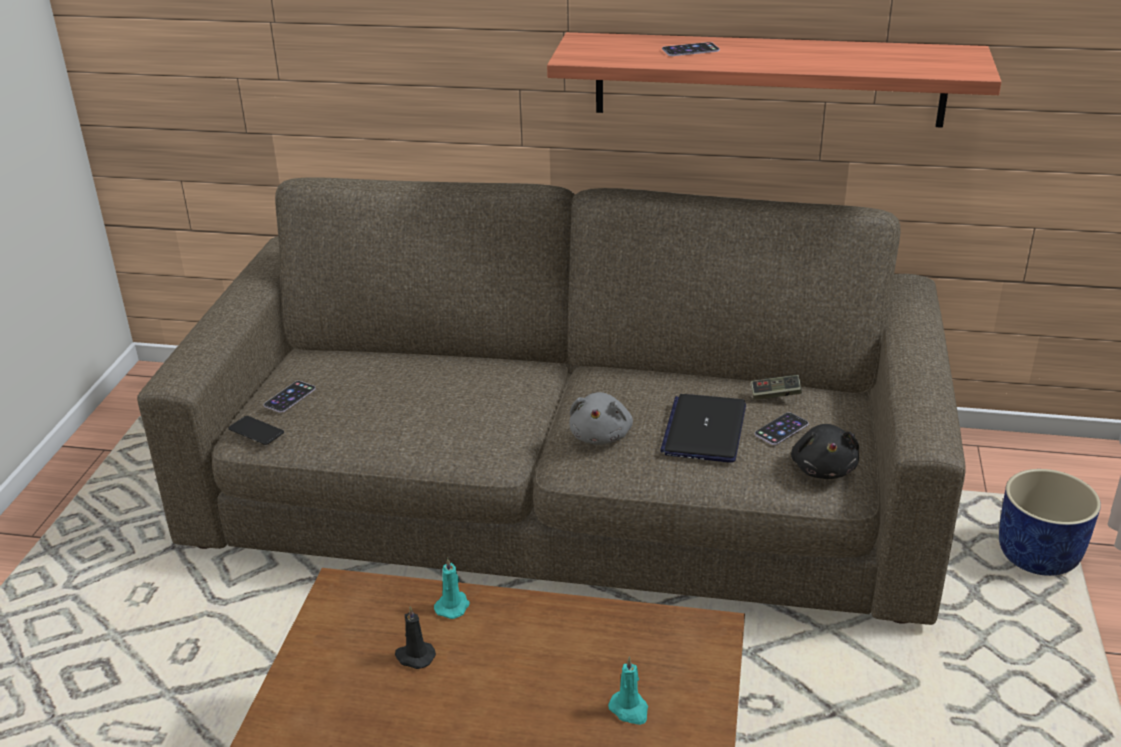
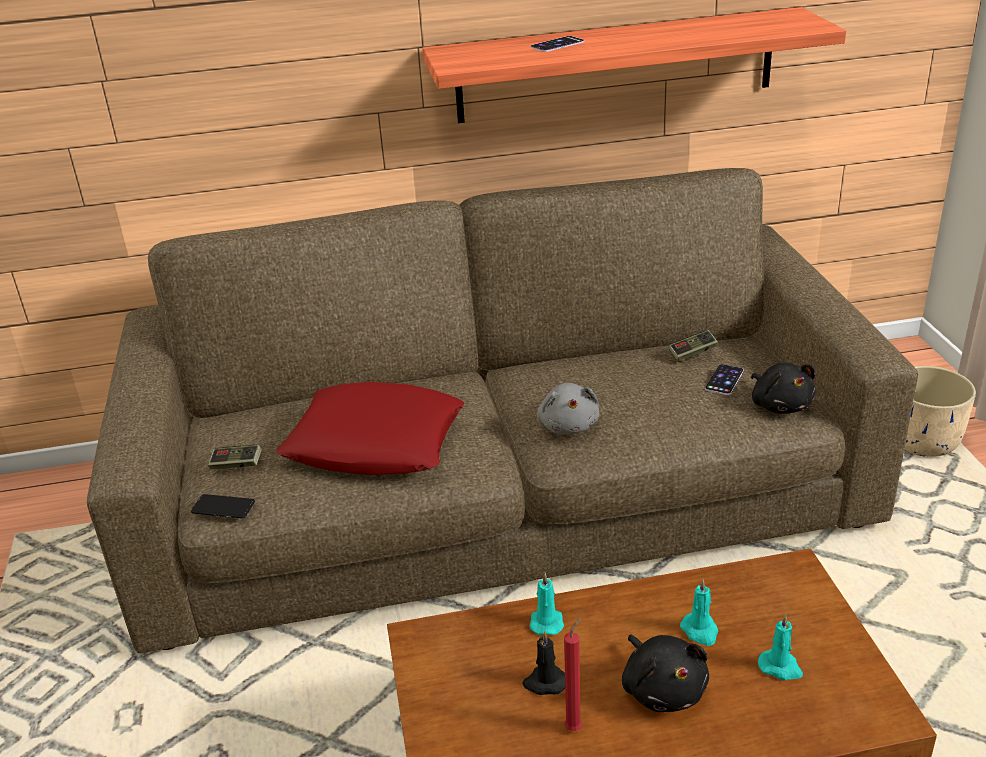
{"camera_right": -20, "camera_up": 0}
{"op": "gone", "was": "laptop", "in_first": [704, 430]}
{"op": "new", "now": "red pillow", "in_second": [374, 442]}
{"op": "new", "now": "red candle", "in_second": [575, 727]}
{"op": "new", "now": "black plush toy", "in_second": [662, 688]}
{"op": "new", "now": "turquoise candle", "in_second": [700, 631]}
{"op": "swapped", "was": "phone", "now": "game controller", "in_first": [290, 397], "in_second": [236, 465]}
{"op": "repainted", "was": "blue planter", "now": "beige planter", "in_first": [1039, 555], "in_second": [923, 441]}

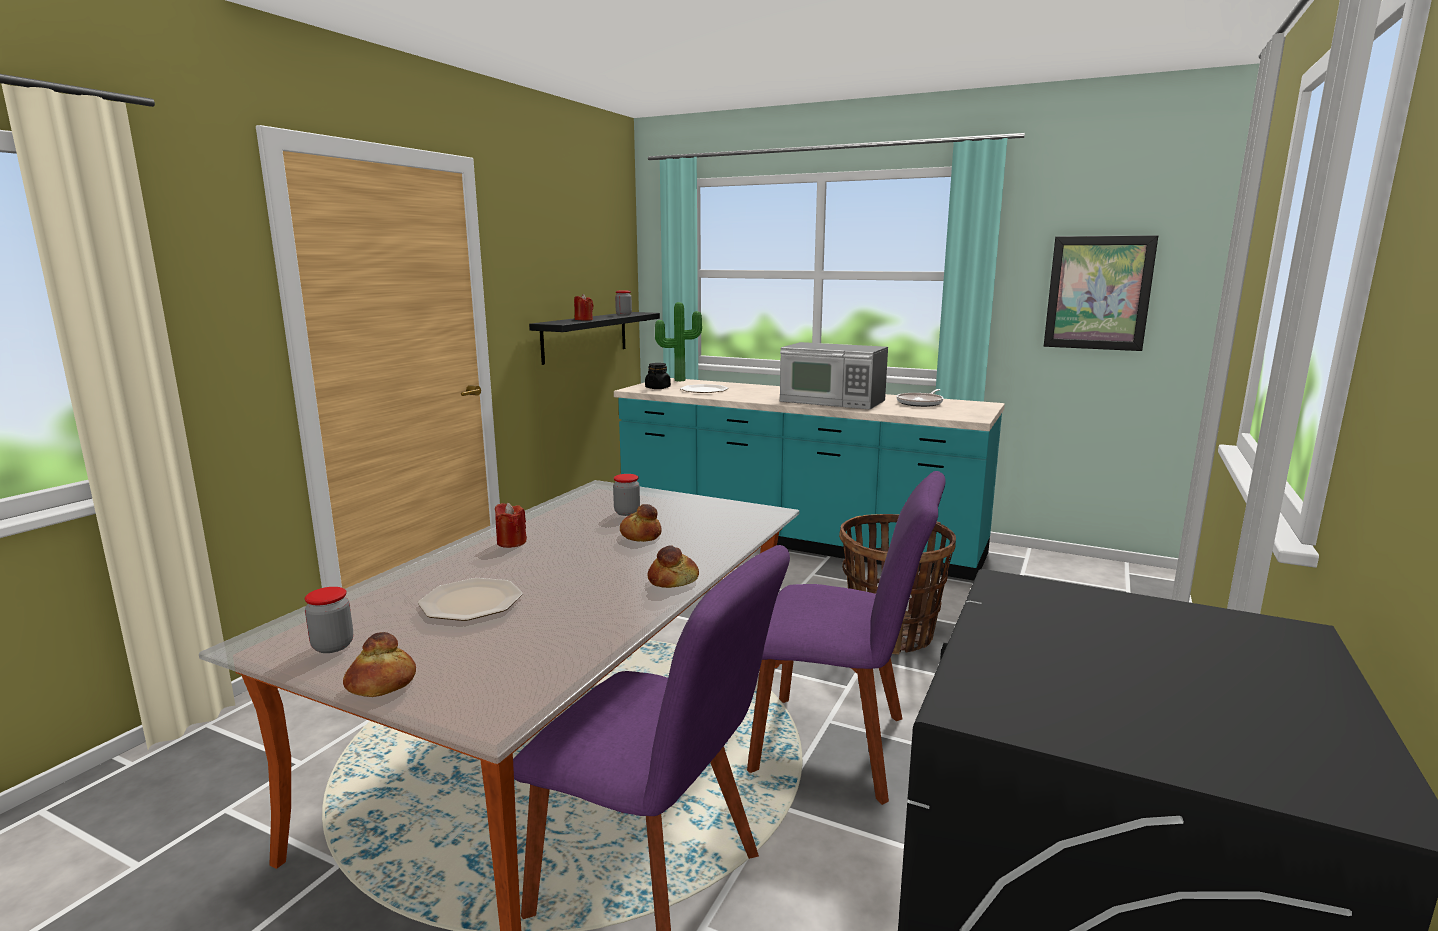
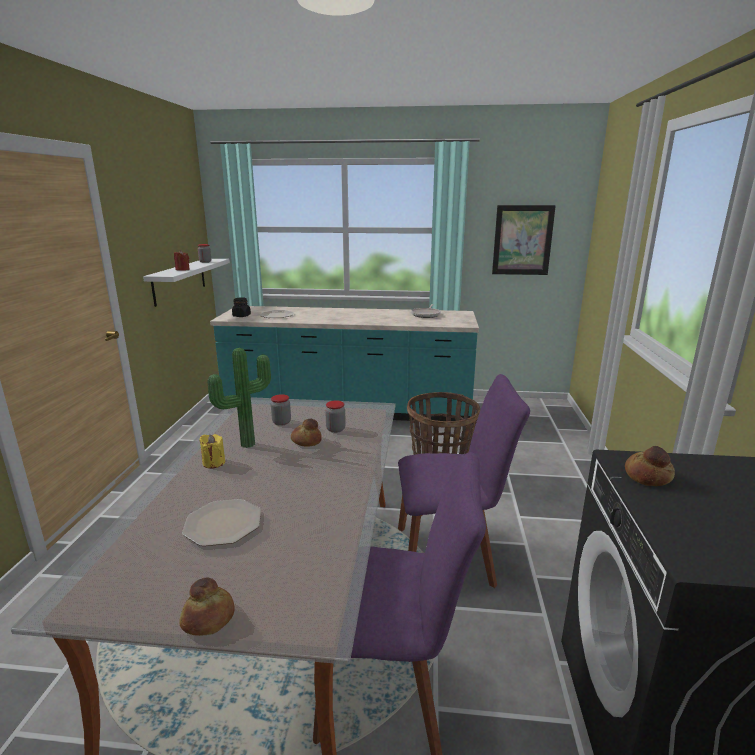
{"camera_right": -20, "camera_up": 5}
{"op": "gone", "was": "microwave", "in_first": [832, 401]}
{"op": "shifted", "was": "jar", "in_first": [333, 646], "in_second": [335, 429]}
{"op": "shifted", "was": "bread", "in_first": [673, 580], "in_second": [648, 476]}
{"op": "shifted", "was": "potted plant", "in_first": [679, 380], "in_second": [246, 443]}
{"op": "repainted", "was": "red candle", "now": "yellow candle", "in_first": [511, 542], "in_second": [214, 463]}
{"op": "repainted", "was": "black shelf", "now": "white shelf", "in_first": [585, 336], "in_second": [179, 281]}

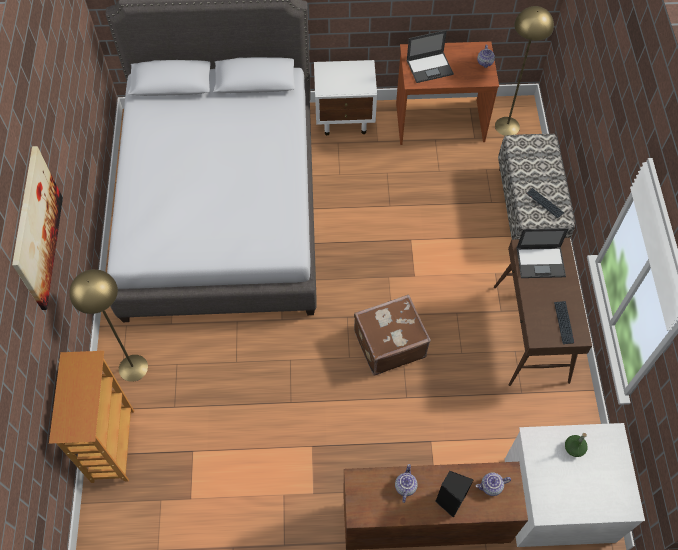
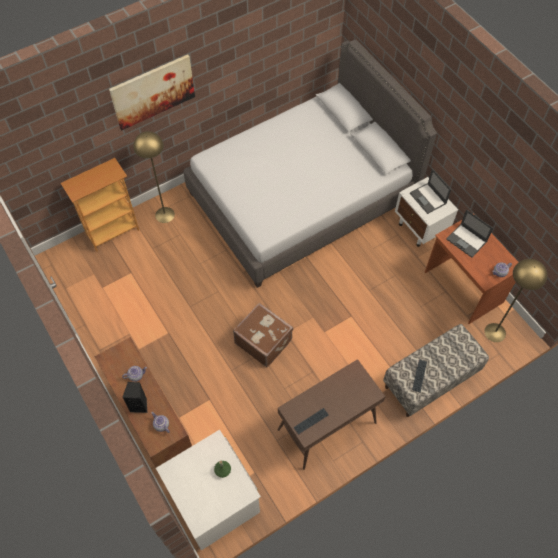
{"camera_right": 60, "camera_up": 0}
{"op": "shifted", "was": "laptop", "in_first": [541, 262], "in_second": [428, 198]}

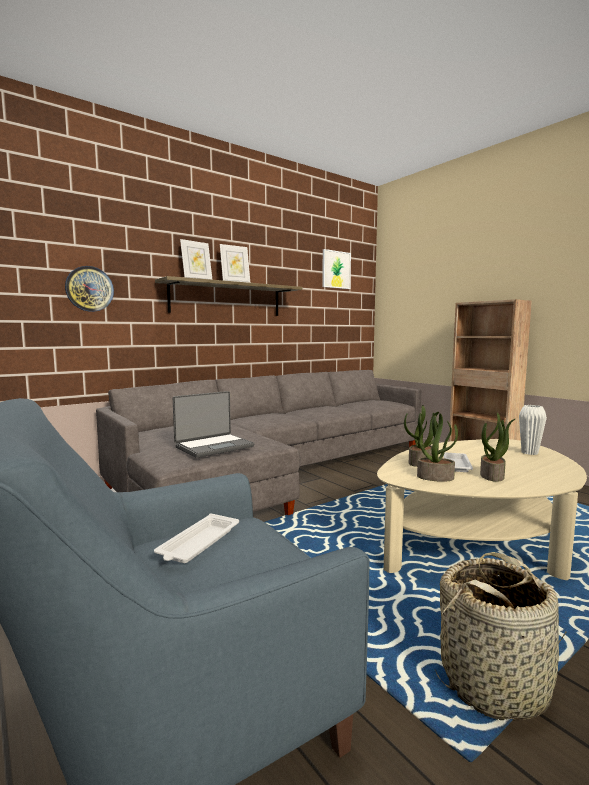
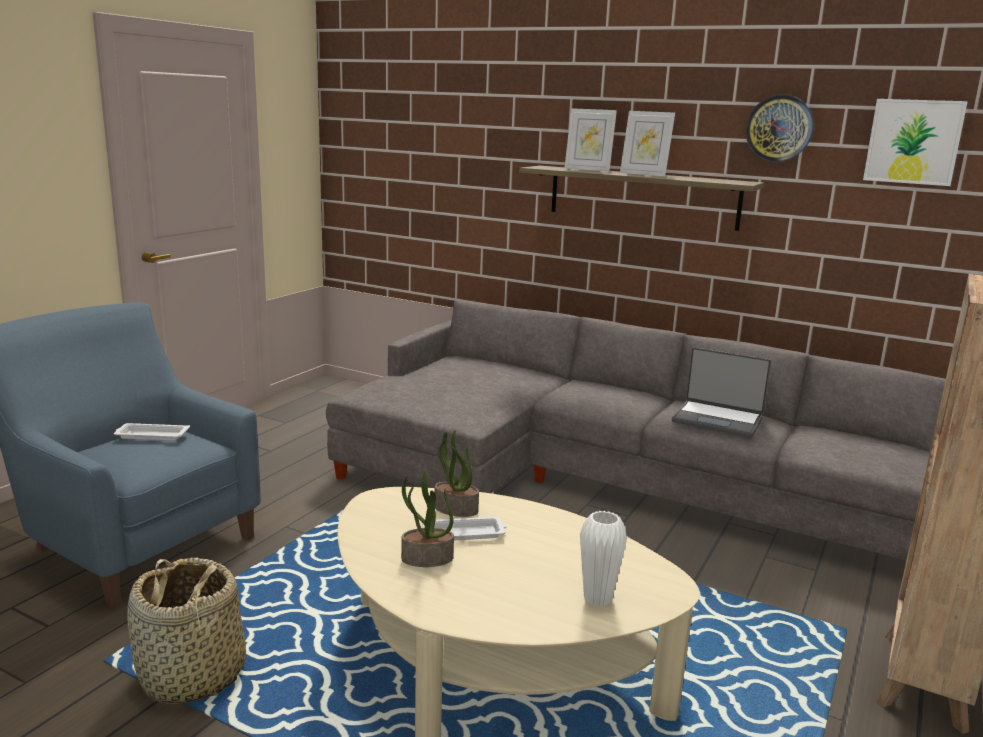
{"camera_right": 65, "camera_up": 10}
{"op": "gone", "was": "potted plant", "in_first": [435, 477]}
{"op": "shifted", "was": "wall clock", "in_first": [89, 289], "in_second": [779, 128]}
{"op": "shifted", "was": "laptop", "in_first": [214, 446], "in_second": [718, 420]}

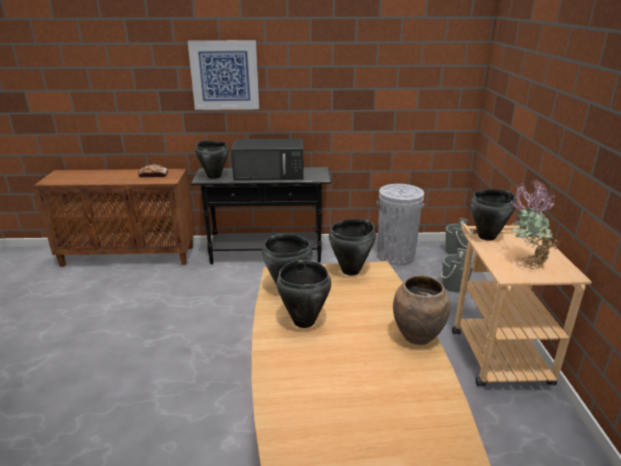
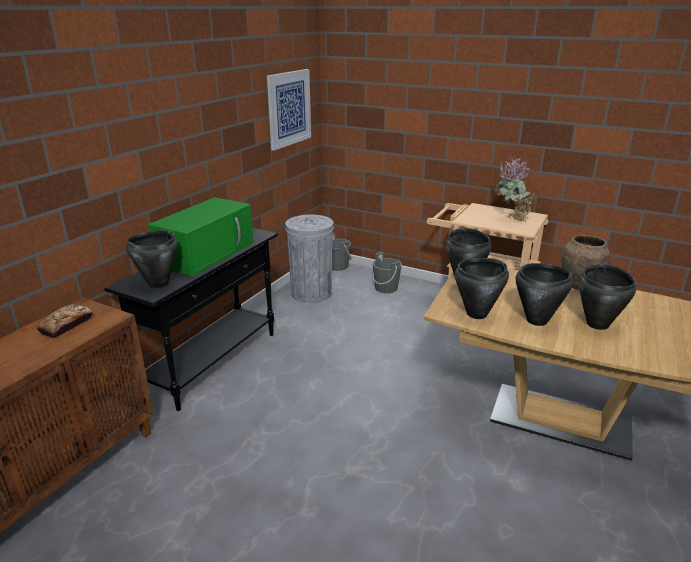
{"camera_right": -60, "camera_up": 0}
{"op": "shifted", "was": "picture", "in_first": [224, 75], "in_second": [289, 108]}
{"op": "shifted", "was": "black cooking pot", "in_first": [487, 237], "in_second": [597, 324]}
{"op": "repainted", "was": "black microwave", "now": "green microwave", "in_first": [270, 174], "in_second": [207, 253]}

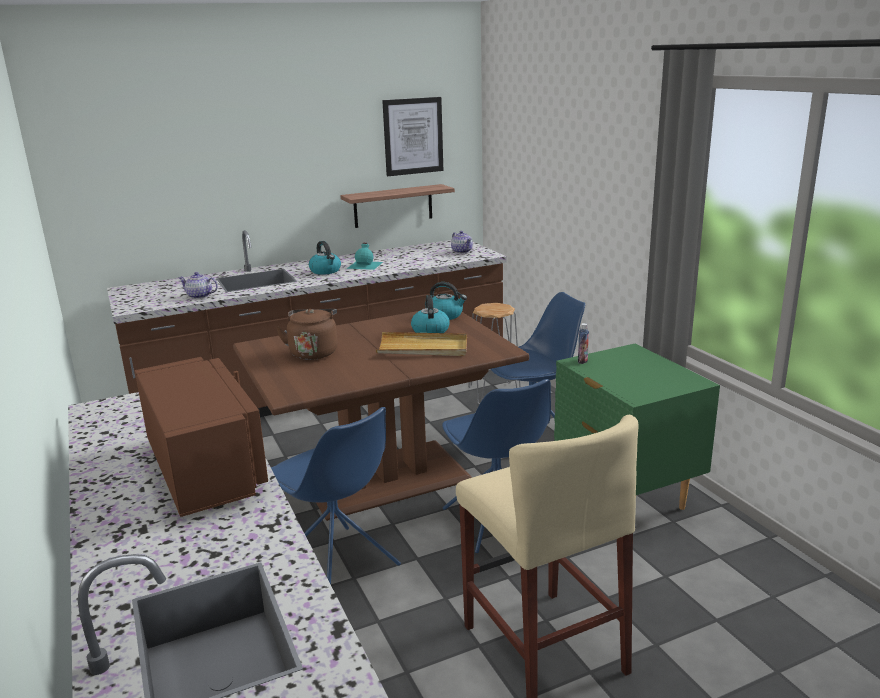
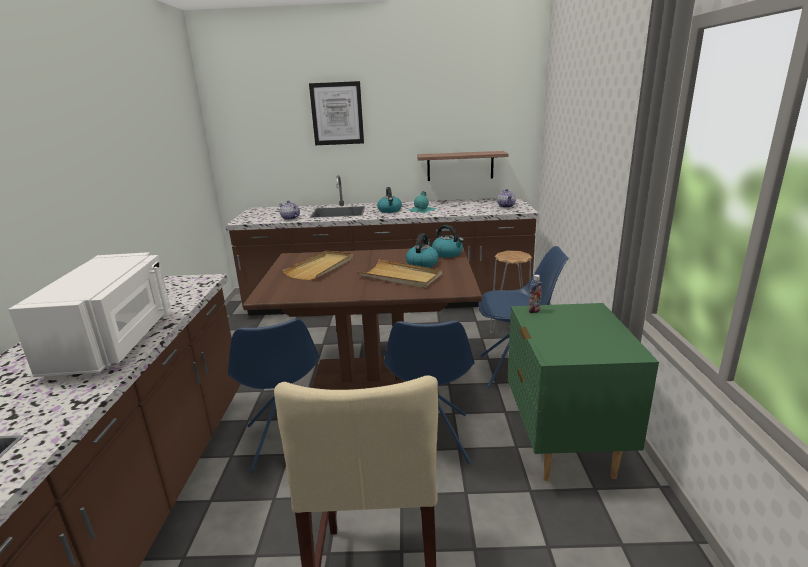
{"camera_right": 25, "camera_up": 0}
{"op": "shifted", "was": "picture", "in_first": [413, 136], "in_second": [337, 113]}
{"op": "swapped", "was": "brown kettle", "now": "beige tray", "in_first": [313, 352], "in_second": [321, 267]}
{"op": "repainted", "was": "brown microwave", "now": "white microwave", "in_first": [206, 468], "in_second": [115, 341]}

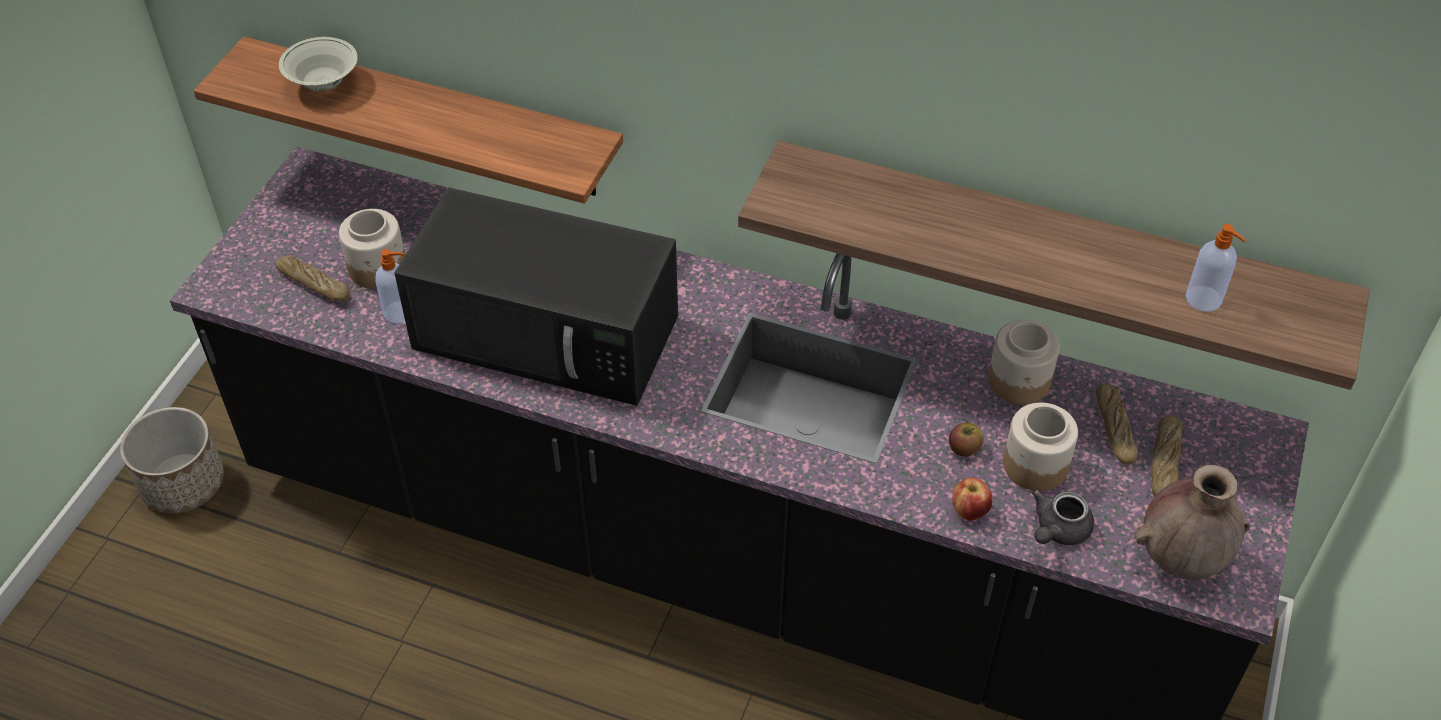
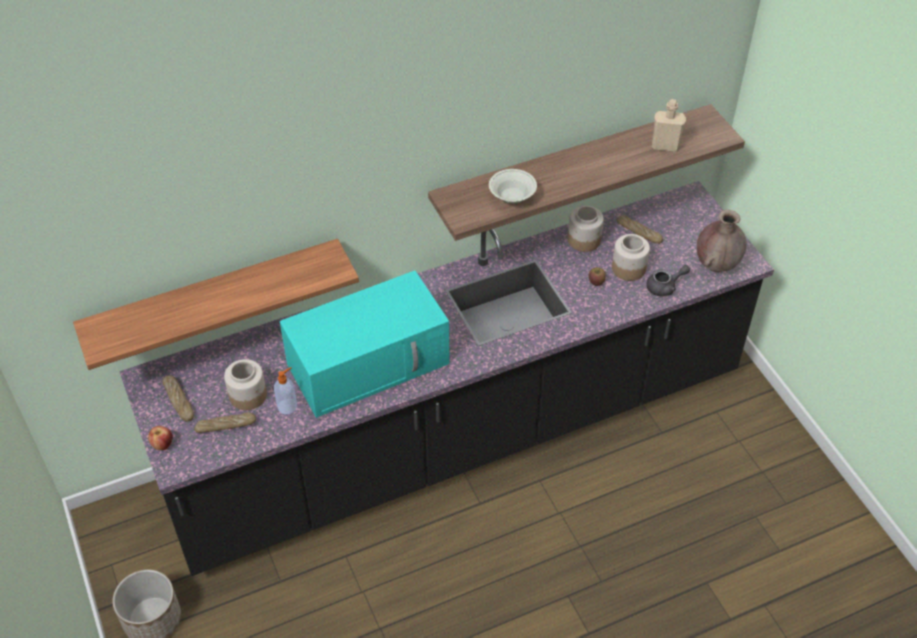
{"camera_right": -45, "camera_up": 0}
{"op": "shifted", "was": "white bowl", "in_first": [323, 84], "in_second": [512, 198]}
{"op": "shifted", "was": "apple", "in_first": [969, 511], "in_second": [162, 445]}
{"op": "shifted", "was": "bread", "in_first": [1165, 463], "in_second": [179, 401]}
{"op": "swapped", "was": "soap dispenser", "now": "beige bottle", "in_first": [1204, 299], "in_second": [665, 146]}
{"op": "repainted", "was": "black microwave", "now": "turquoise microwave", "in_first": [550, 332], "in_second": [370, 362]}
{"op": "rotated", "was": "grey teapot", "in_first": [1057, 530], "in_second": [665, 287], "clockwise": -105}

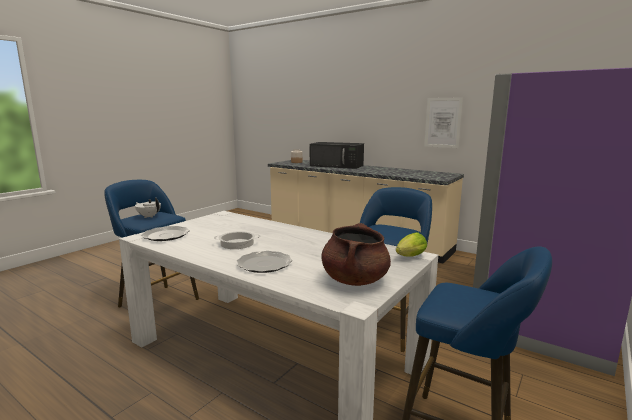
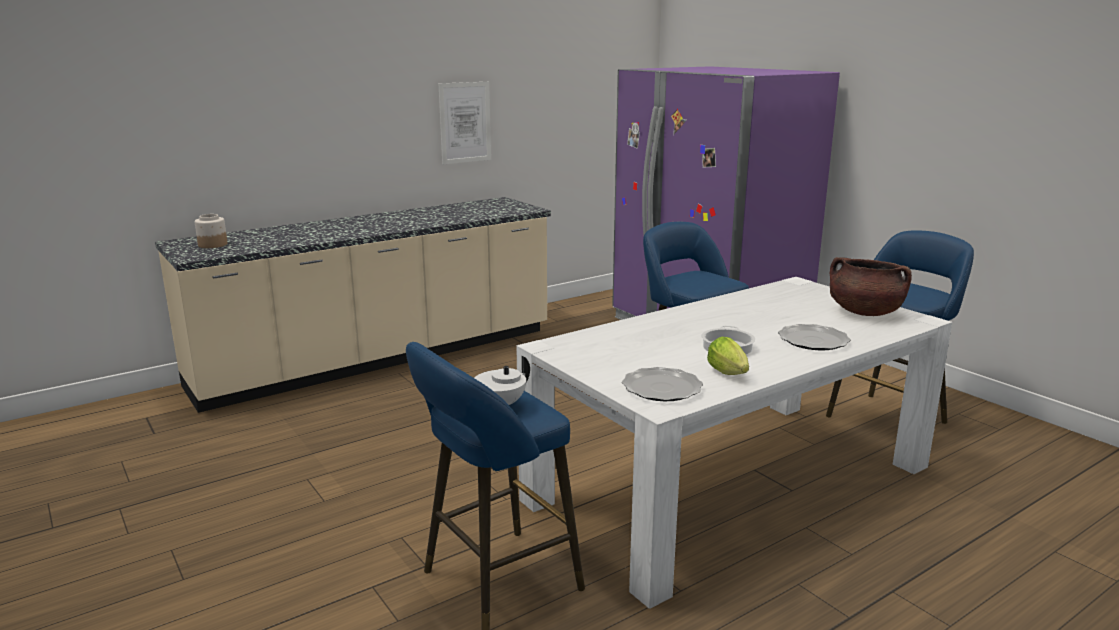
{"camera_right": -70, "camera_up": 5}
{"op": "gone", "was": "black microwave", "in_first": [337, 165]}
{"op": "shifted", "was": "lettuce", "in_first": [409, 257], "in_second": [729, 374]}

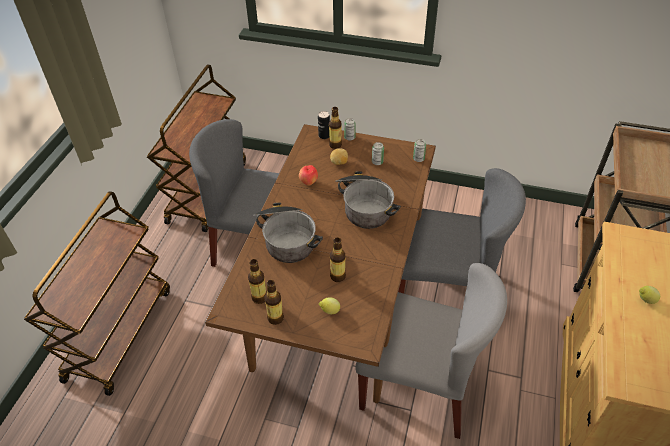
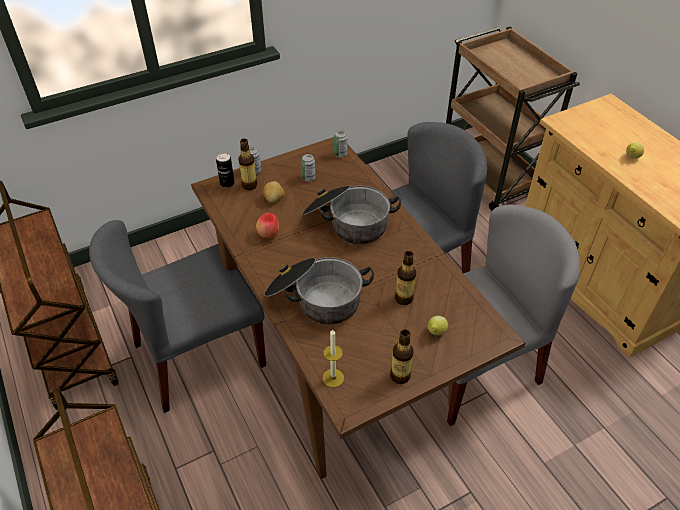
{"camera_right": -45, "camera_up": 0}
{"op": "gone", "was": "bottle", "in_first": [259, 297]}
{"op": "new", "now": "candle", "in_second": [333, 378]}

